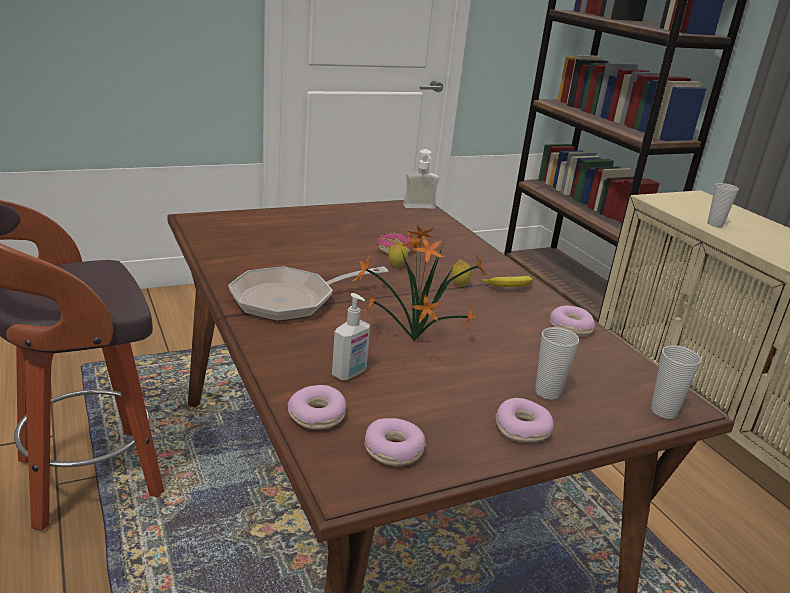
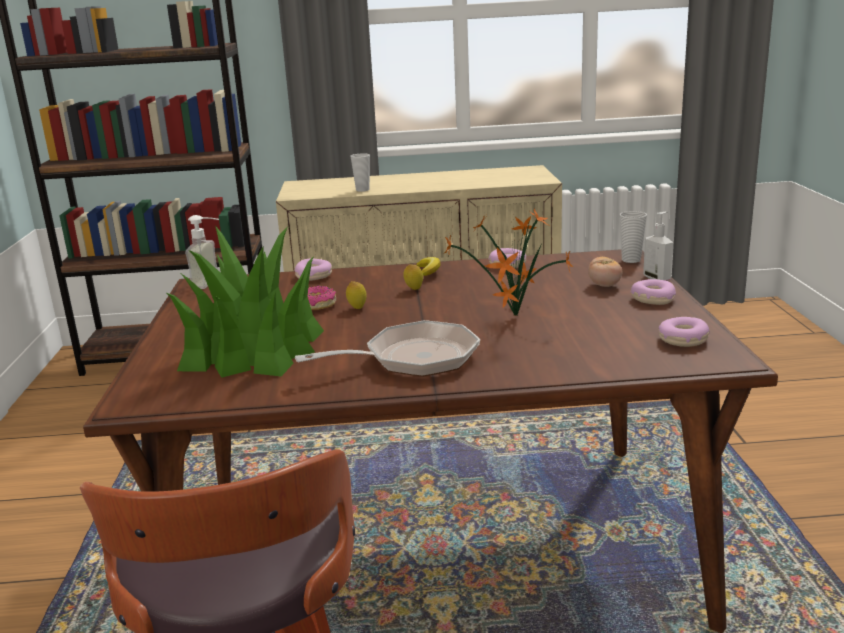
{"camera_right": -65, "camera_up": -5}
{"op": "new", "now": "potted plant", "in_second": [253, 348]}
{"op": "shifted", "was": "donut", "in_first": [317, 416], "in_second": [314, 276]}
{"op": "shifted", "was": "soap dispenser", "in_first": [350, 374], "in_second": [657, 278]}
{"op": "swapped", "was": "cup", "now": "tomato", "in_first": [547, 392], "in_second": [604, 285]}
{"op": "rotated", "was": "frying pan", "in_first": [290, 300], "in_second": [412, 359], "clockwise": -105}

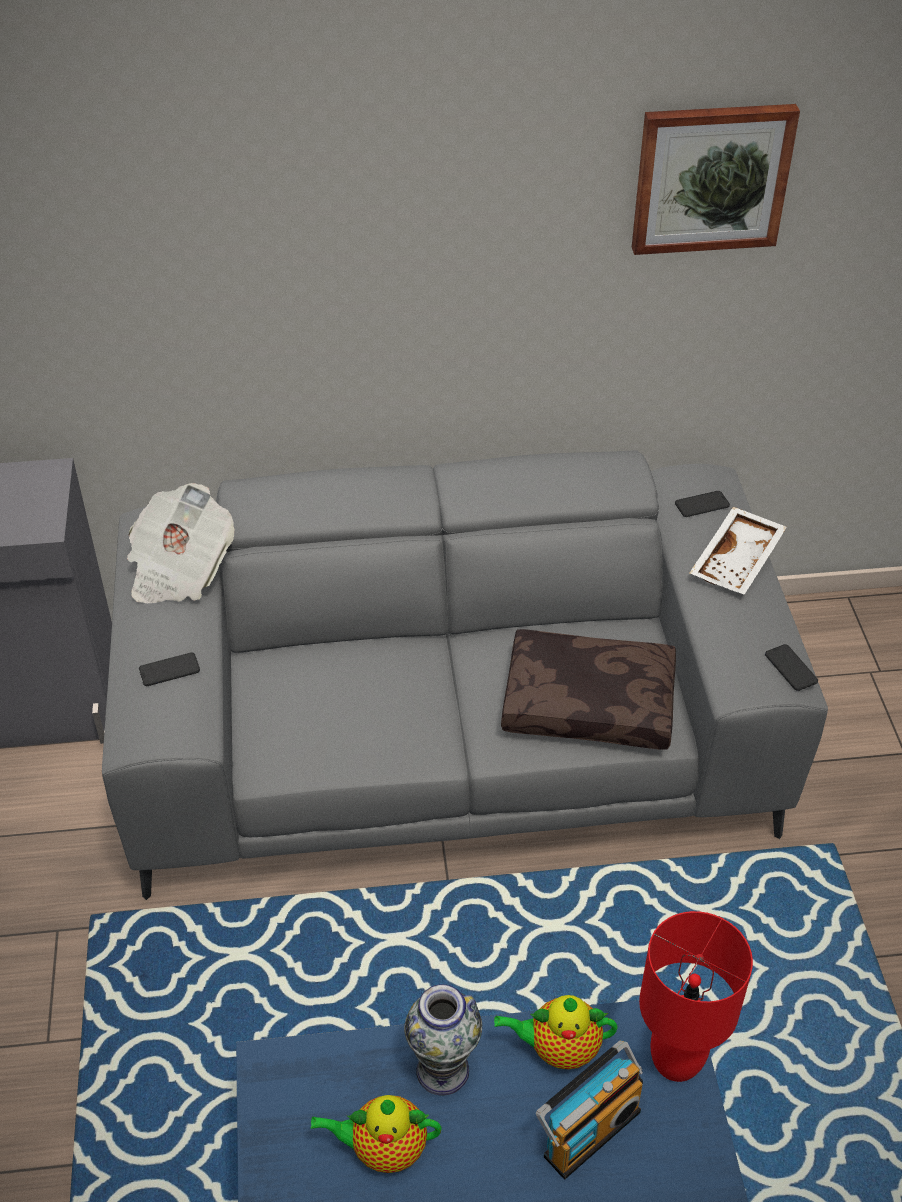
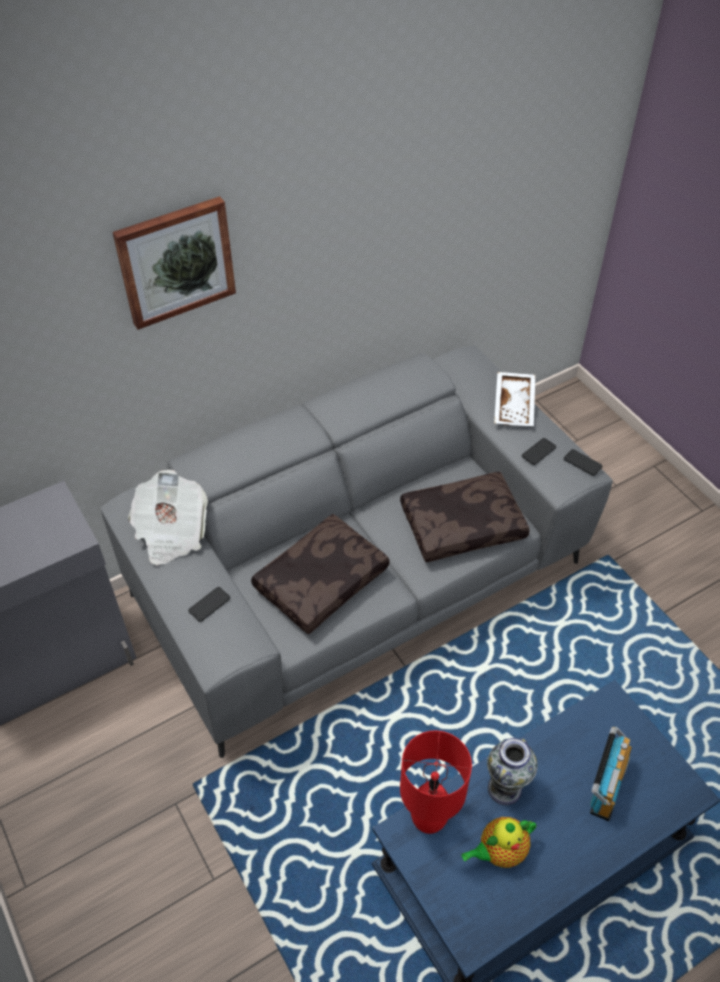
{"camera_right": -25, "camera_up": 5}
{"op": "gone", "was": "teapot", "in_first": [559, 1049]}
{"op": "new", "now": "brown pillow", "in_second": [320, 579]}
{"op": "shifted", "was": "picture", "in_first": [711, 177], "in_second": [175, 261]}
{"op": "shifted", "was": "red table lamp", "in_first": [675, 1060], "in_second": [428, 819]}
{"op": "shifted", "was": "phone", "in_first": [702, 504], "in_second": [538, 451]}

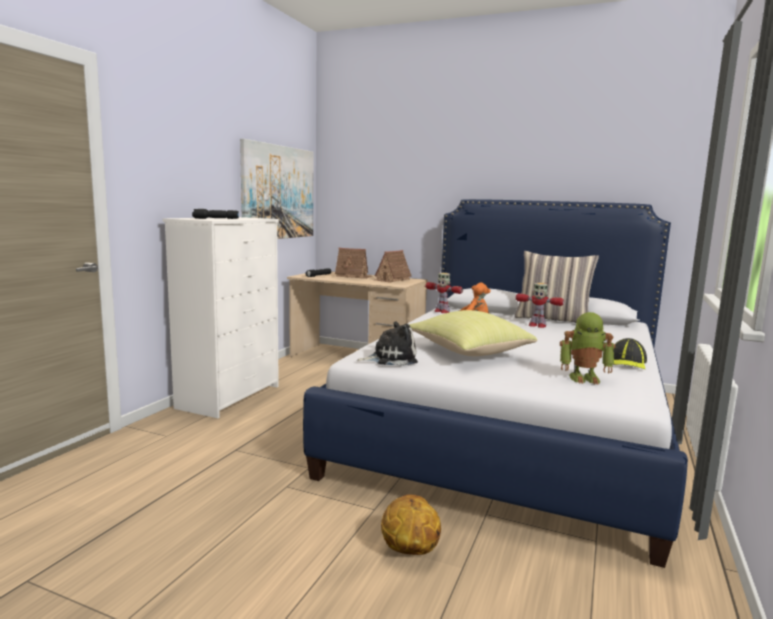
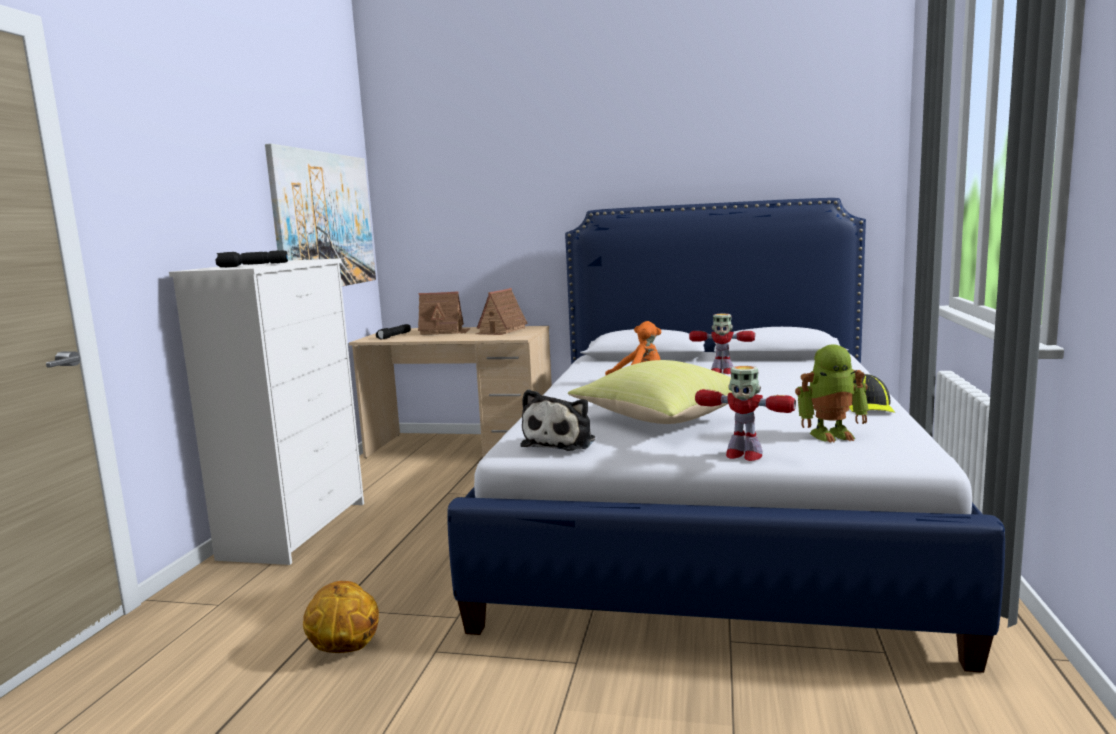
{"camera_right": -10, "camera_up": 0}
{"op": "gone", "was": "pillow", "in_first": [552, 319]}
{"op": "shifted", "was": "basketball", "in_first": [409, 550], "in_second": [344, 649]}
{"op": "shifted", "was": "toy robot", "in_first": [441, 311], "in_second": [743, 455]}
{"op": "rotated", "was": "plush toy", "in_first": [391, 359], "in_second": [561, 442], "clockwise": 135}

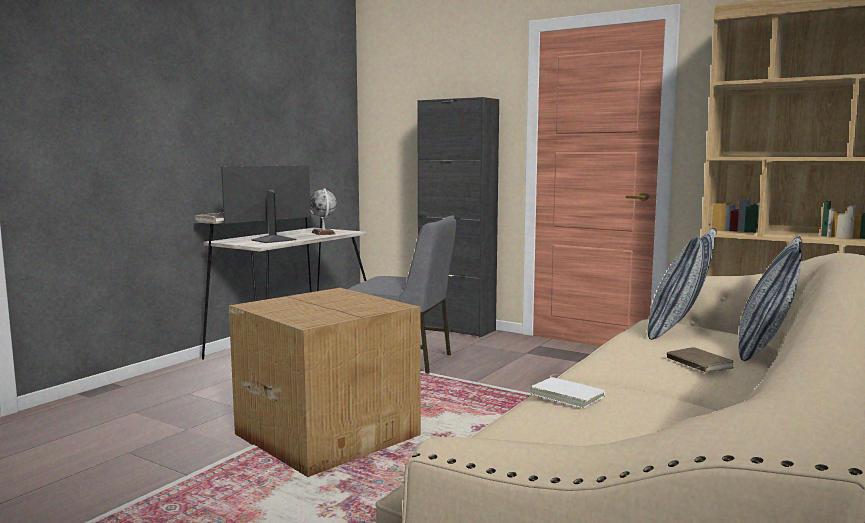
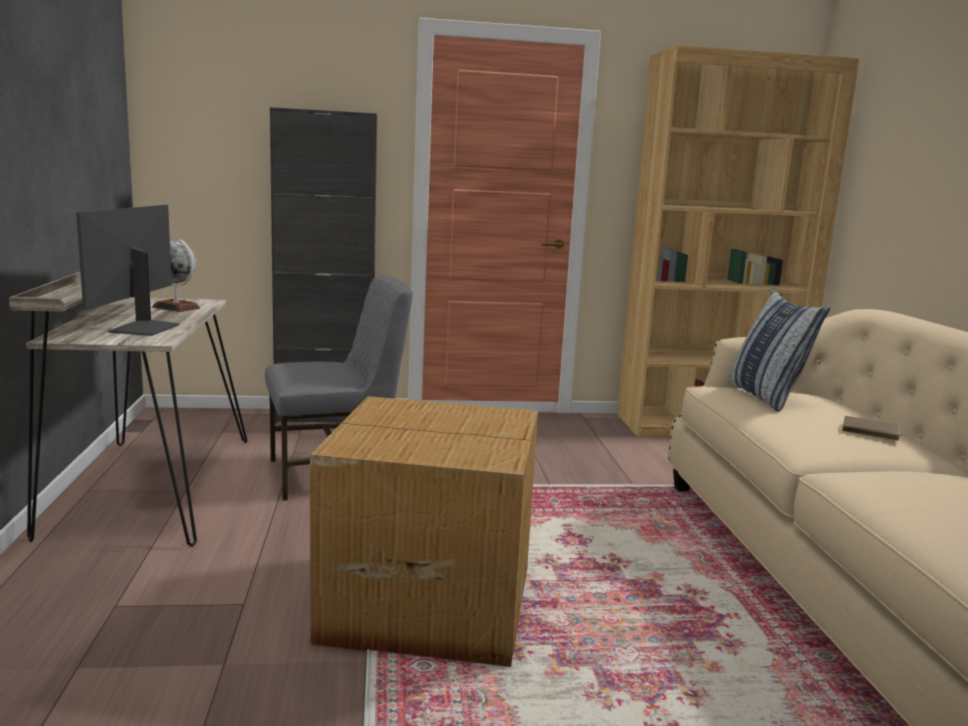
{"camera_right": -40, "camera_up": 5}
{"op": "gone", "was": "white book", "in_first": [568, 395]}
{"op": "gone", "was": "pillow", "in_first": [765, 349]}

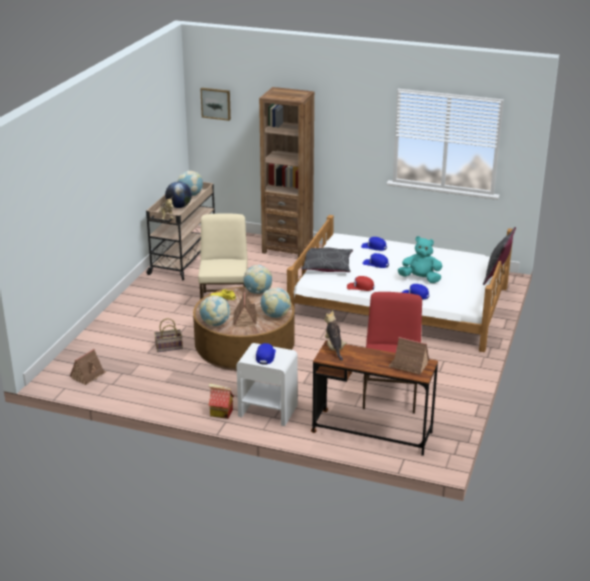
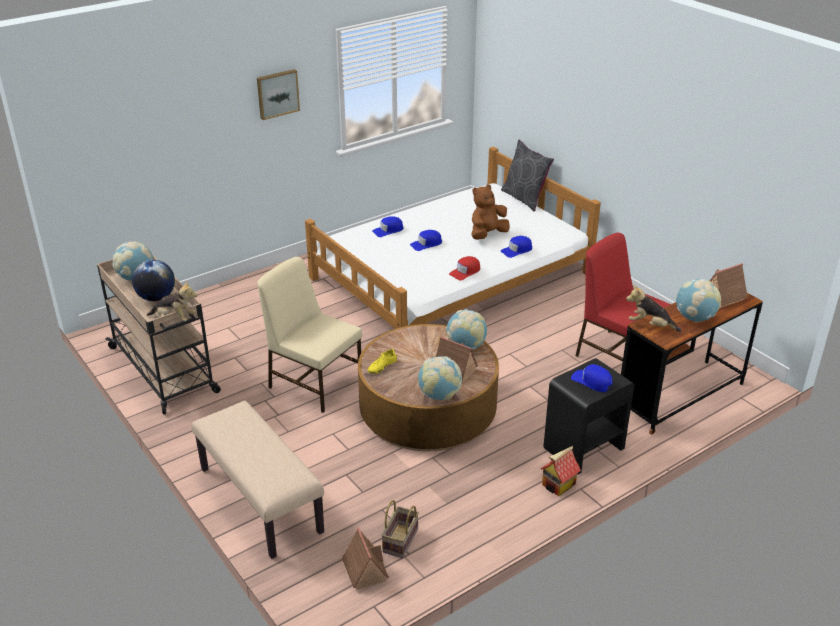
{"camera_right": -55, "camera_up": 5}
{"op": "gone", "was": "brown bookcase", "in_first": [287, 248]}
{"op": "gone", "was": "grey pillow", "in_first": [327, 266]}
{"op": "new", "now": "beige bench", "in_second": [259, 500]}
{"op": "shifted", "was": "basket", "in_first": [168, 347], "in_second": [400, 542]}
{"op": "shifted", "was": "picture", "in_first": [216, 103], "in_second": [277, 93]}
{"op": "shifted", "was": "globe", "in_first": [257, 292], "in_second": [694, 318]}
{"op": "repainted", "was": "white nightstand", "now": "black nightstand", "in_first": [267, 411], "in_second": [583, 448]}
{"op": "repainted", "was": "turquoise plush toy", "now": "brown plush toy", "in_first": [420, 279], "in_second": [487, 234]}

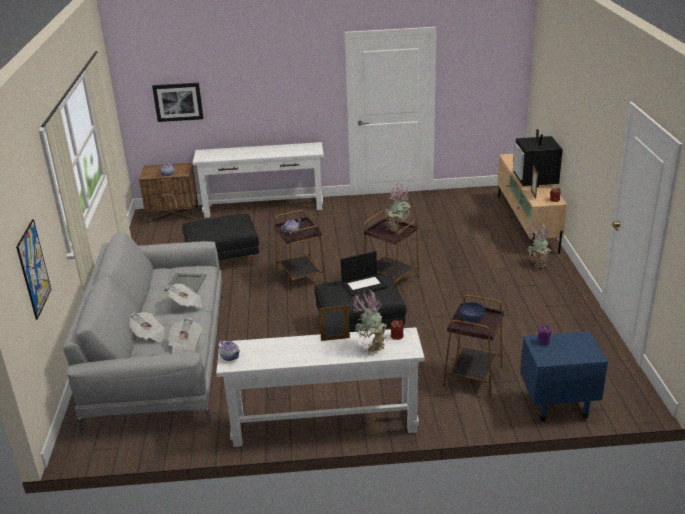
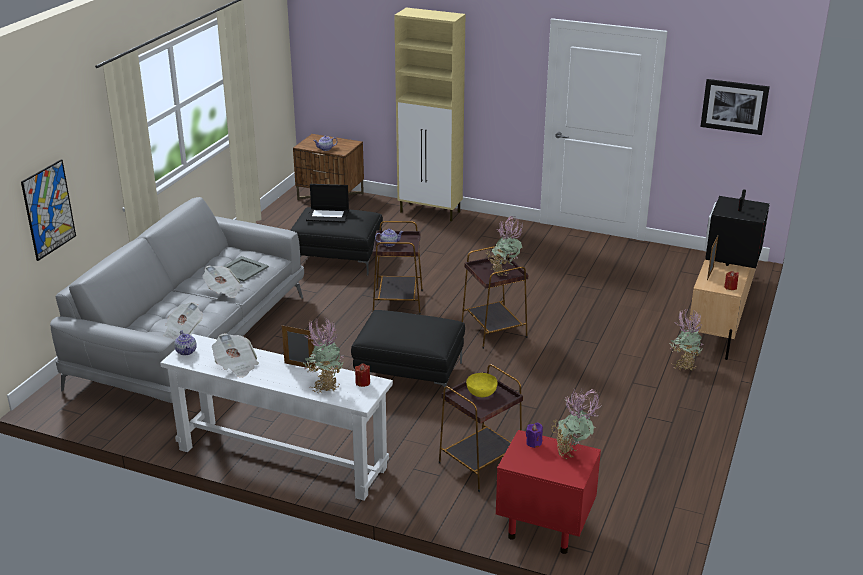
{"camera_right": 25, "camera_up": 0}
{"op": "new", "now": "potted plant", "in_second": [573, 453]}
{"op": "shifted", "was": "newspaper", "in_first": [149, 335], "in_second": [236, 365]}
{"op": "shifted", "was": "picture", "in_first": [178, 102], "in_second": [734, 106]}
{"op": "shifted", "was": "laptop", "in_first": [364, 285], "in_second": [328, 215]}
{"op": "swapped", "was": "white console table", "now": "beige cabinet", "in_first": [263, 207], "in_second": [430, 212]}
{"op": "repainted", "was": "blue bowl", "now": "yellow bowl", "in_first": [471, 318], "in_second": [481, 393]}
{"op": "repainted", "was": "blue nightstand", "now": "red nightstand", "in_first": [557, 405], "in_second": [543, 527]}

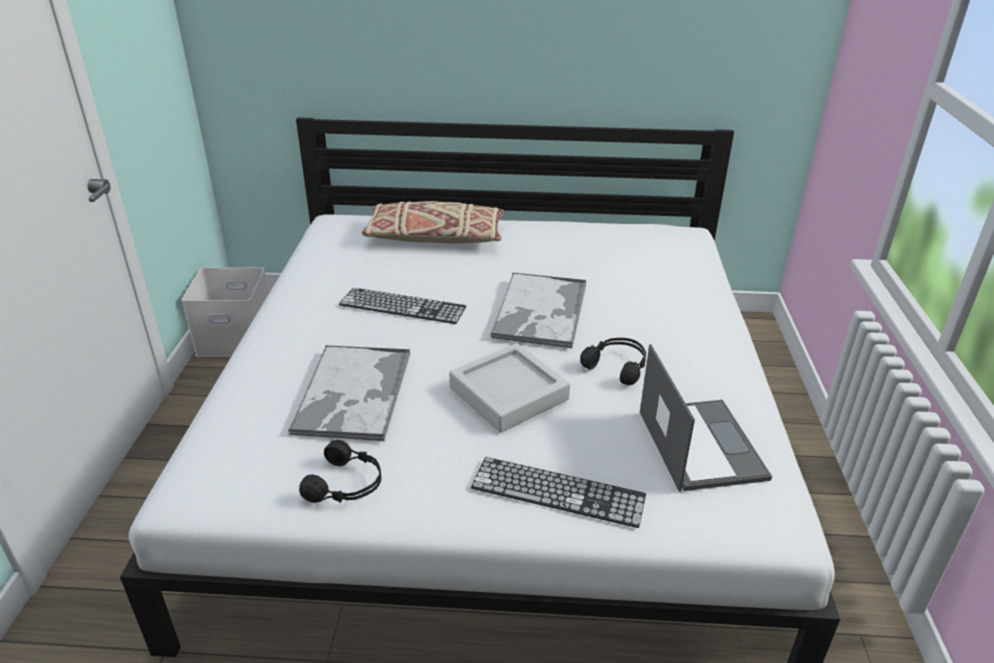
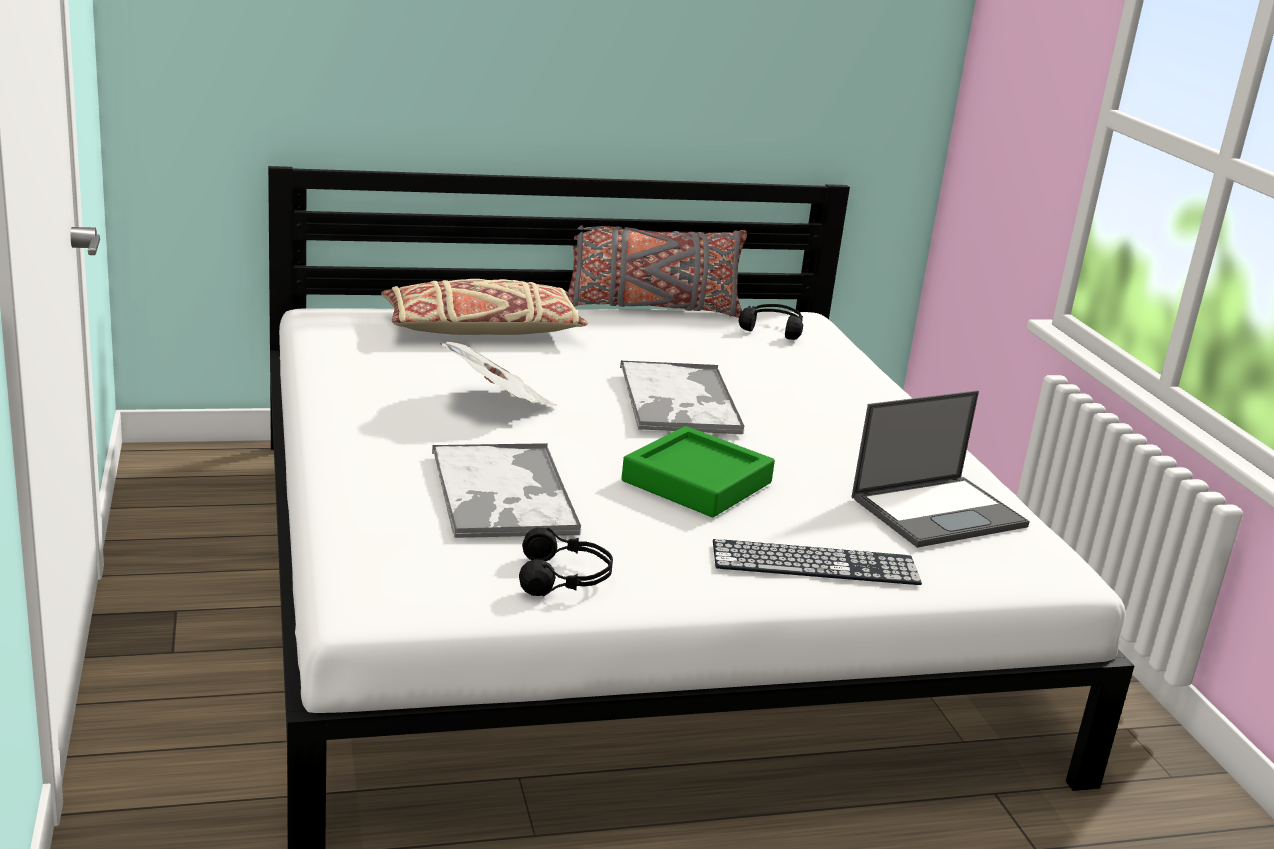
{"camera_right": -20, "camera_up": -10}
{"op": "gone", "was": "white storage box", "in_first": [238, 337]}
{"op": "new", "now": "grey pillow", "in_second": [651, 308]}
{"op": "shifted", "was": "black headphones", "in_first": [617, 366], "in_second": [773, 329]}
{"op": "swapped", "was": "keyboard", "now": "newspaper", "in_first": [402, 306], "in_second": [497, 403]}
{"op": "repainted", "was": "grey tray", "now": "green tray", "in_first": [508, 394], "in_second": [697, 482]}
{"op": "rotated", "was": "laptop", "in_first": [699, 443], "in_second": [939, 511], "clockwise": 90}

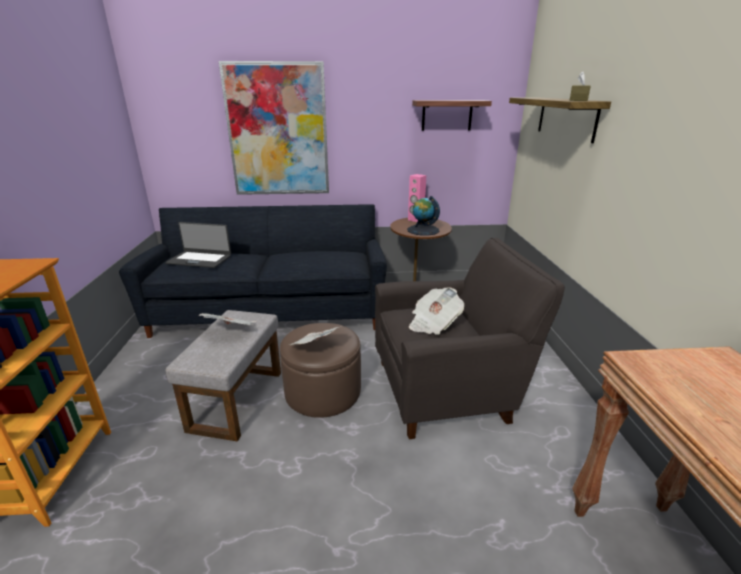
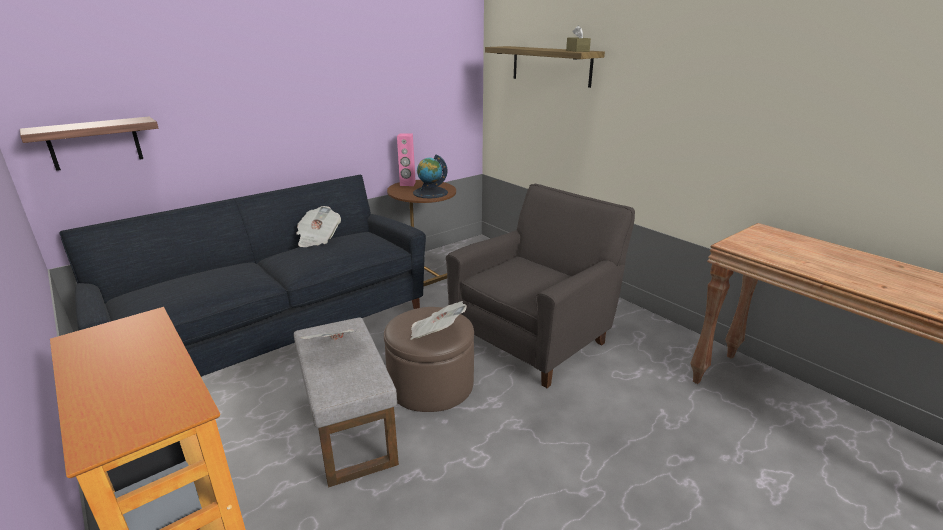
{"camera_right": -35, "camera_up": 0}
{"op": "gone", "was": "laptop", "in_first": [200, 259]}
{"op": "gone", "was": "picture", "in_first": [278, 131]}
{"op": "shifted", "was": "newspaper", "in_first": [433, 323], "in_second": [318, 239]}
{"op": "shifted", "was": "shelf", "in_first": [447, 115], "in_second": [95, 143]}

